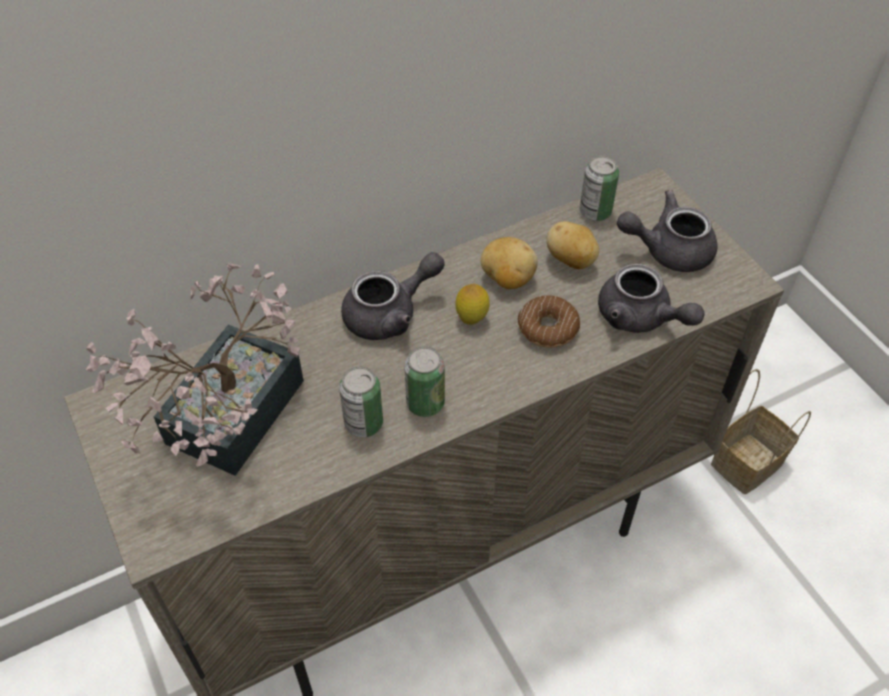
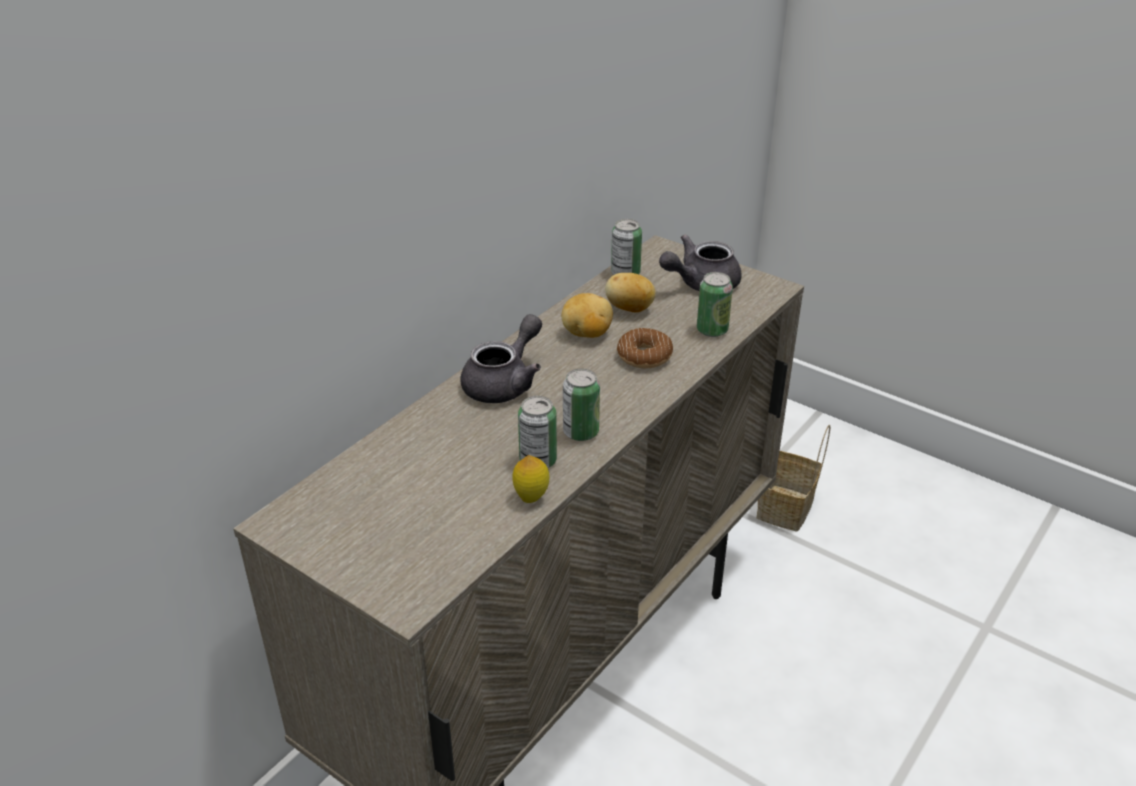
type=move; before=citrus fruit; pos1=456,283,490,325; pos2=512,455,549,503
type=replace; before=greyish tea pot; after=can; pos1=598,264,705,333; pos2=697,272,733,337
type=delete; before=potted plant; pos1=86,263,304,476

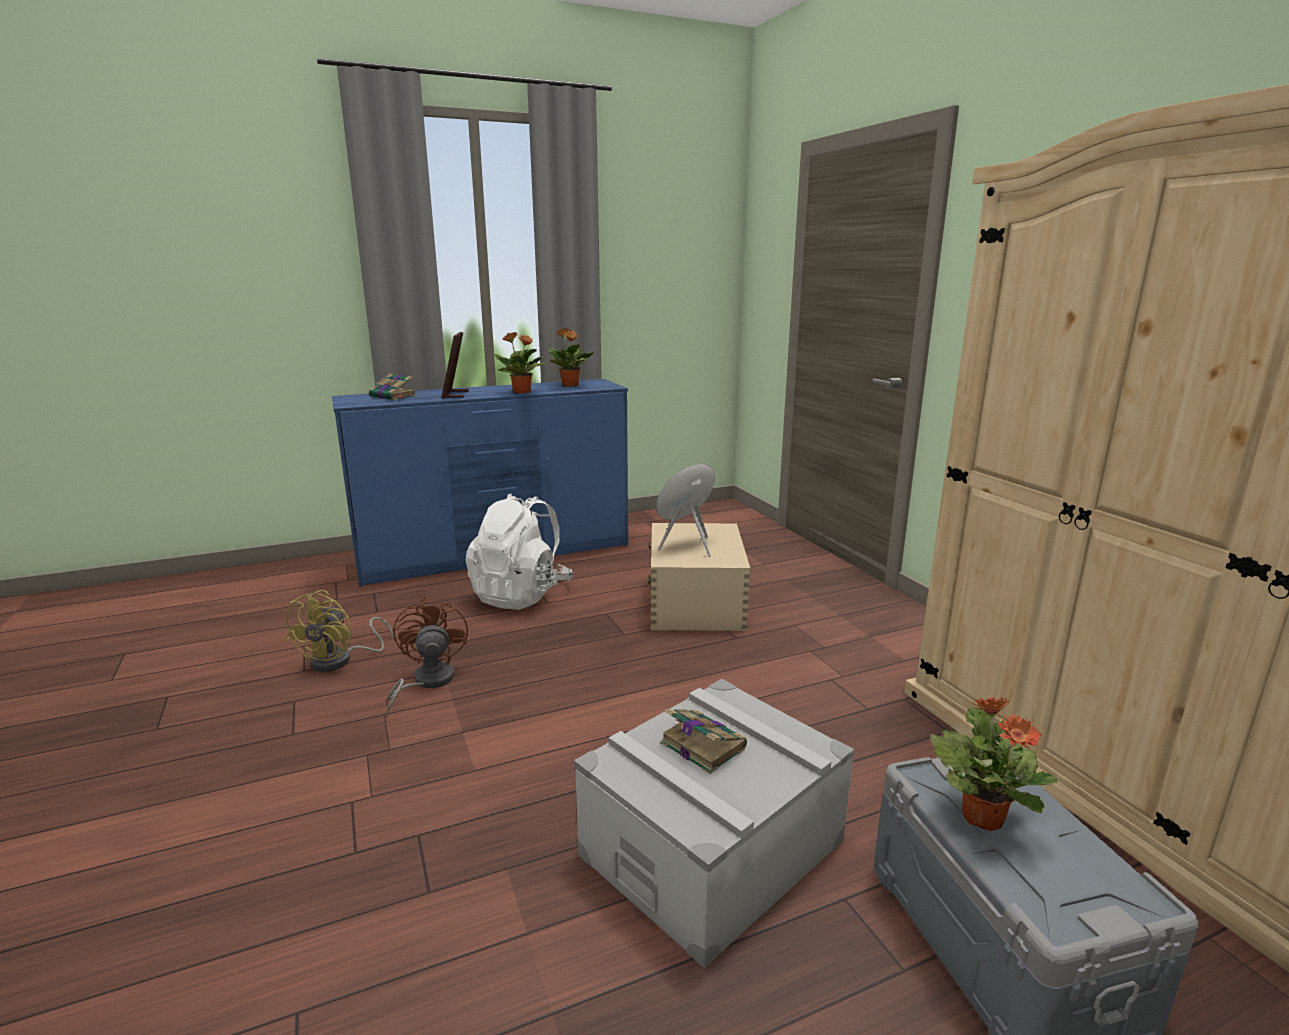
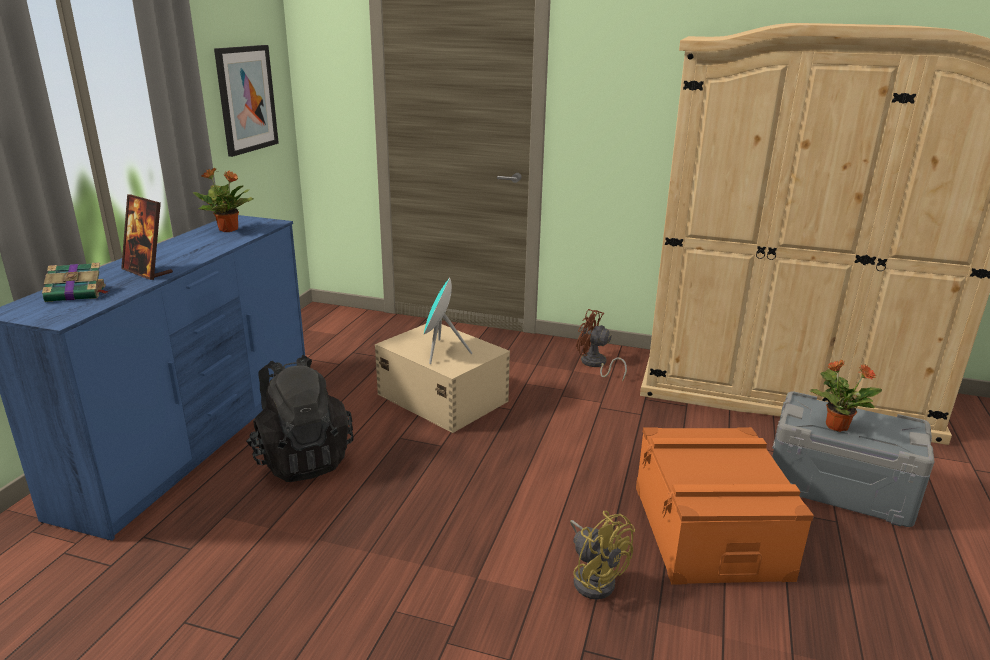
type=insert; after=wall picture; pos2=214,45,279,157
type=recolor; before=white-coloured backpack; after=blackish backpack; pos1=465,493,573,610; pos2=246,355,354,482
type=move; before=yellow cooling fan; pos1=285,590,393,672; pos2=570,511,635,600
type=move; before=brown cooling fan; pos1=386,596,468,717; pos2=576,309,627,382
type=recolor; before=greyish storage bin; after=orange-coloured storage bin; pos1=574,679,854,969; pos2=636,427,814,585
type=delete; before=potted plant; pos1=494,332,545,394
type=delete; before=volume; pos1=660,709,747,774

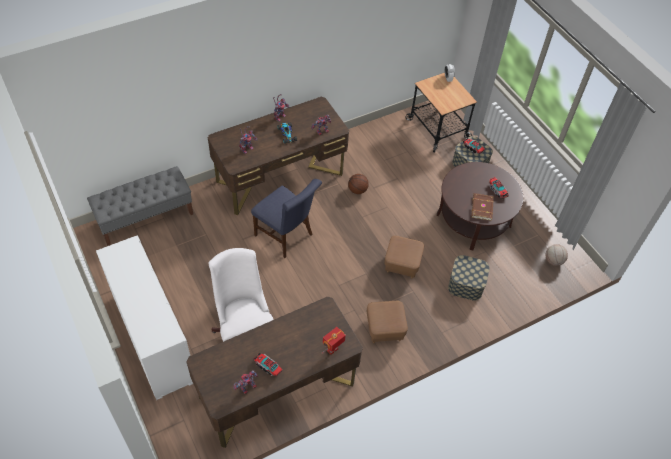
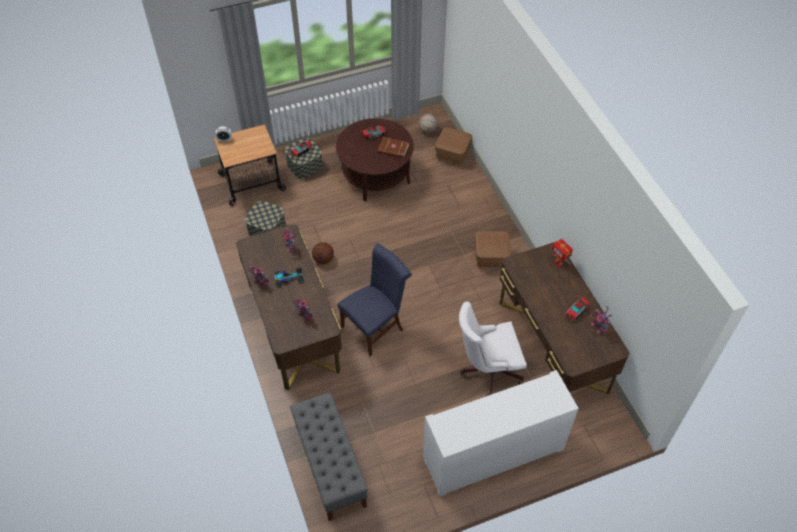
type=move; before=storage bin; pos1=448,255,490,301; pos2=245,201,286,236
type=move; before=brown ottoman; pos1=384,236,424,278; pos2=435,127,472,166

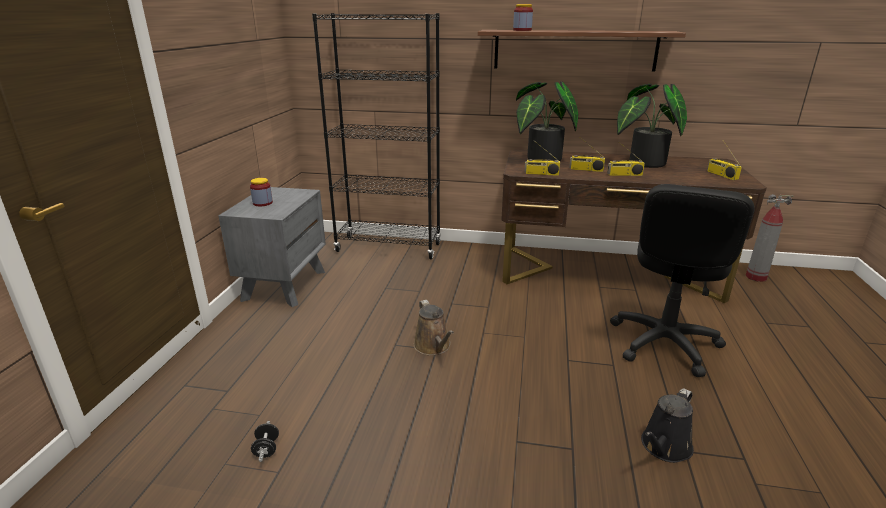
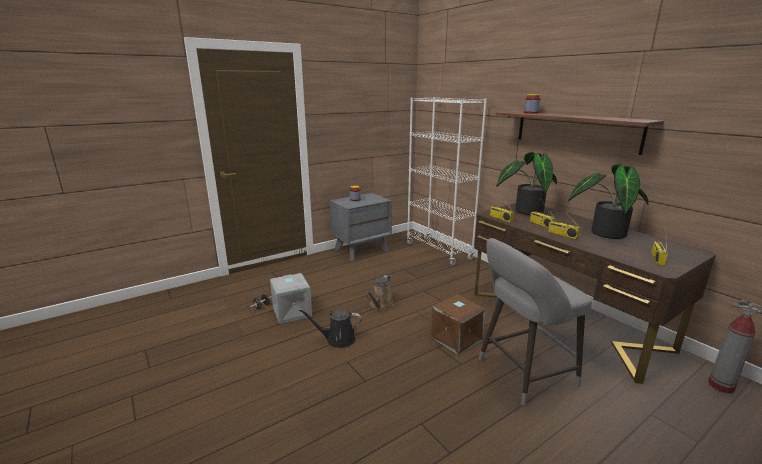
type=insert; after=greyish storage bin; pos2=270,273,312,324
type=move; before=blackish watering can; pos1=641,388,694,463; pos2=299,309,362,348
type=recolor; before=blackish shelving unit; after=white-coloured shelving unit; pos1=312,13,441,260; pos2=407,97,487,265
type=insert; after=brown storage bin; pos2=431,295,486,355
type=replace; before=blackish office chair; after=greyish stool; pos1=610,184,755,377; pos2=478,238,592,406

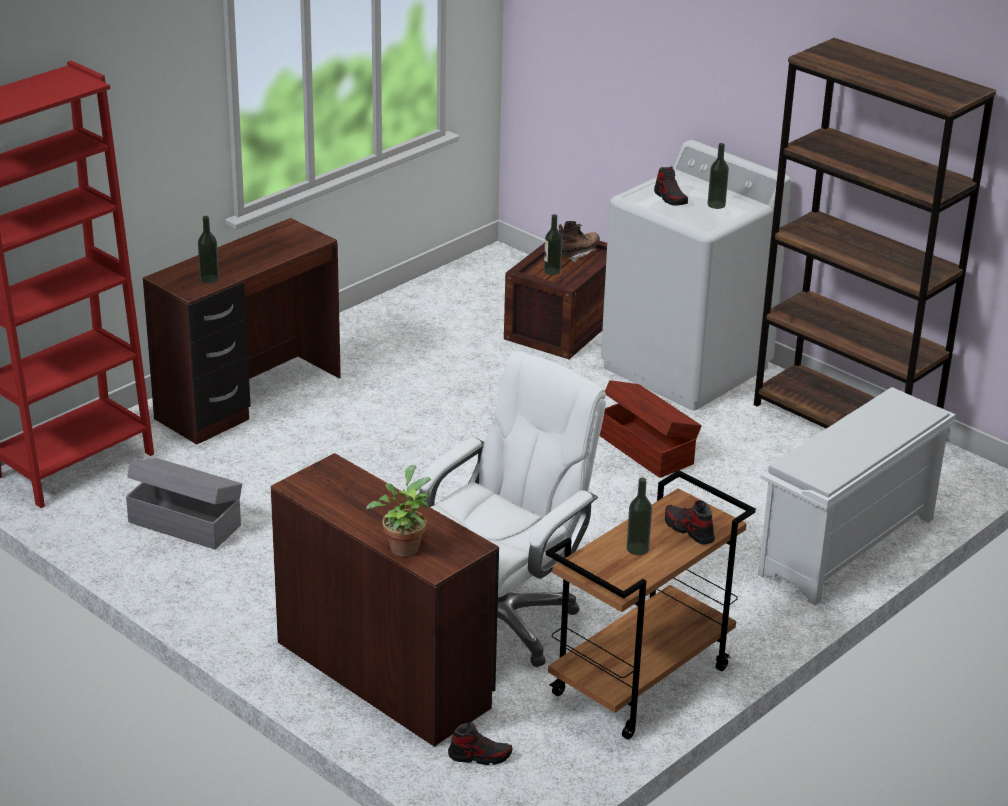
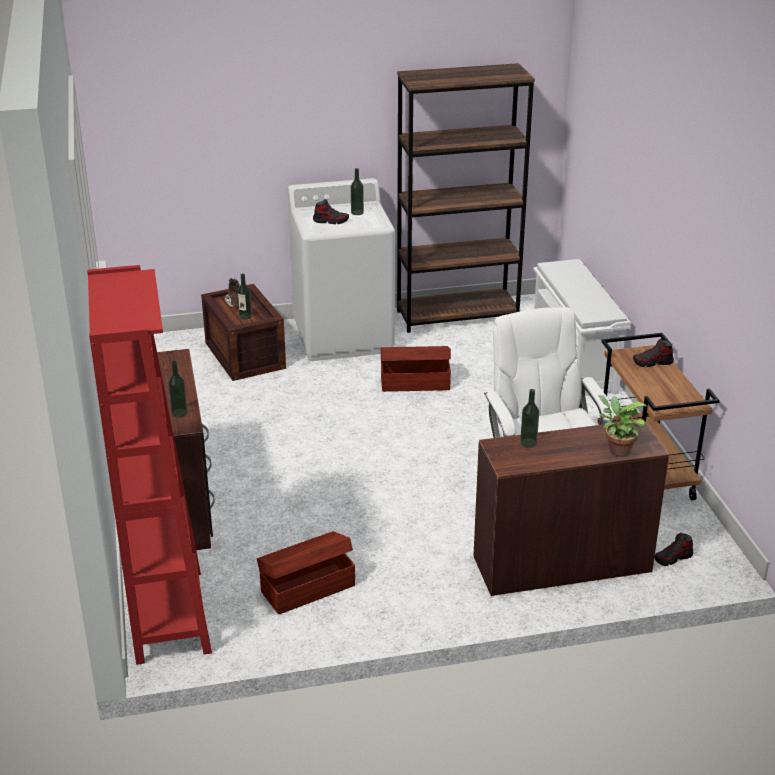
type=recolor; before=greyish storage bin; after=brown storage bin; pos1=126,458,242,549; pos2=257,531,355,615
type=move; before=beverage bottle; pos1=626,478,652,555; pos2=520,389,539,448
type=rotate; before=low shoe; pos1=448,722,512,765; pos2=654,533,693,566; turn=-150

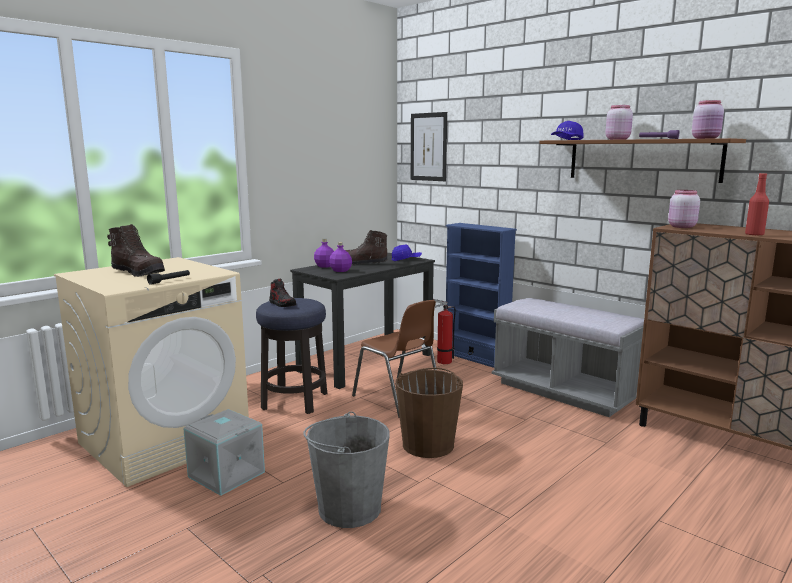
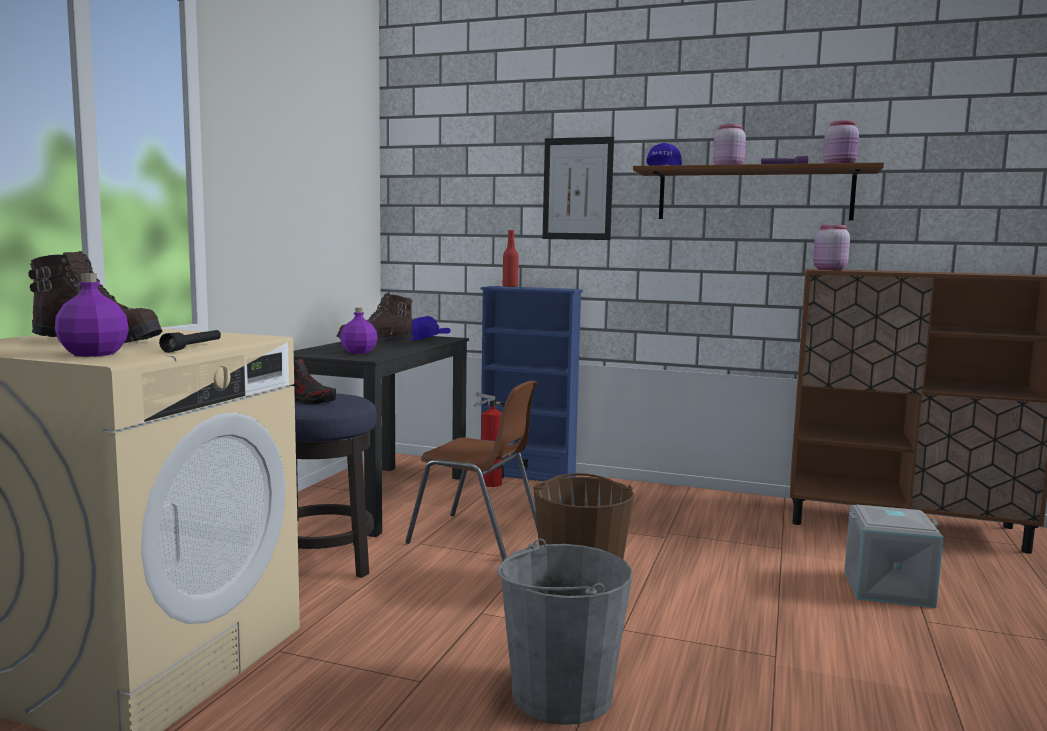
type=move; before=purplish beverage bottle; pos1=314,239,334,268; pos2=55,273,129,357
type=move; before=red beverage bottle; pos1=745,173,769,236; pos2=503,230,519,287
type=move; before=wall picture; pos1=411,112,447,181; pos2=543,137,614,240
type=move; before=greyish storage bin; pos1=183,409,265,496; pos2=844,505,943,608
type=delete; before=greyish indoor bench; pos1=492,298,644,417

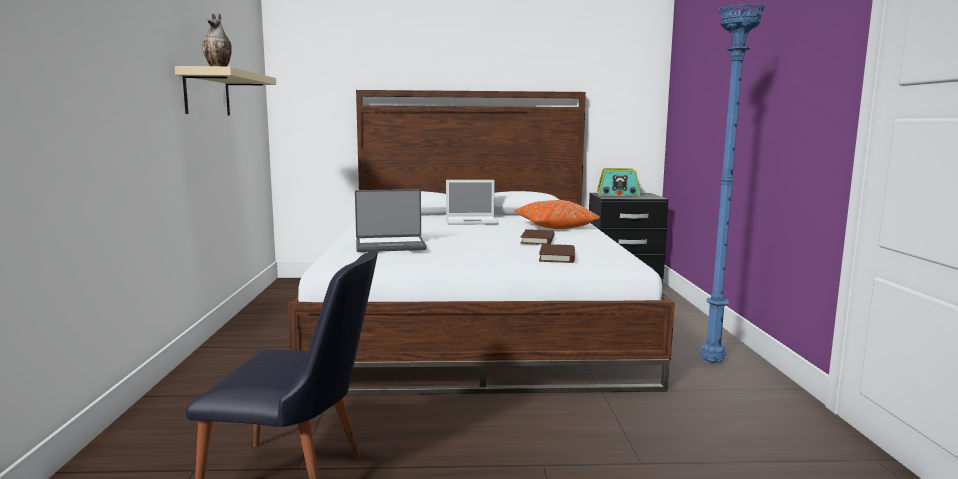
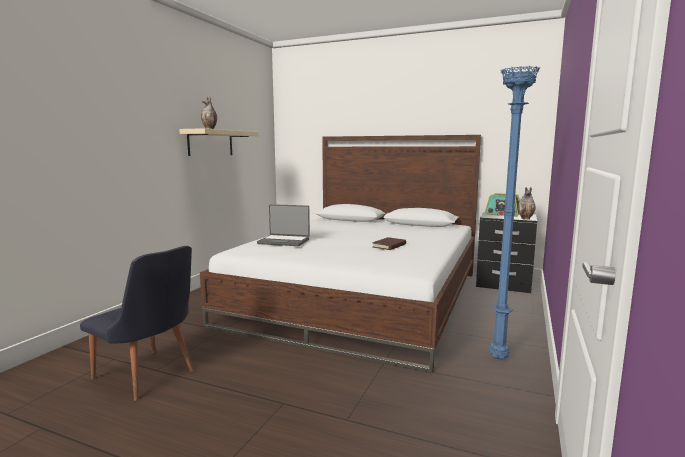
type=insert; after=decorative vase; pos2=518,187,536,220
type=delete; before=notebook computer; pos1=446,180,499,225
type=delete; before=orange-coloured pillow; pos1=514,200,600,229
type=delete; before=brown volume; pos1=539,244,575,263

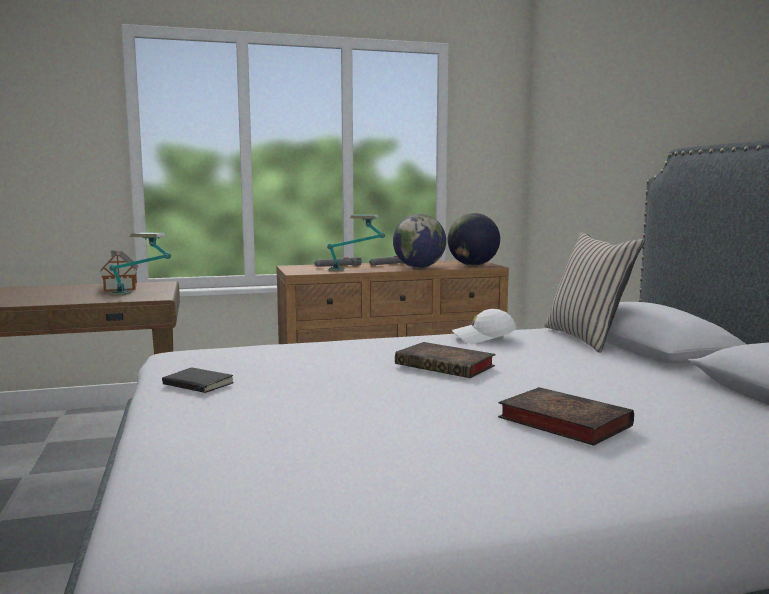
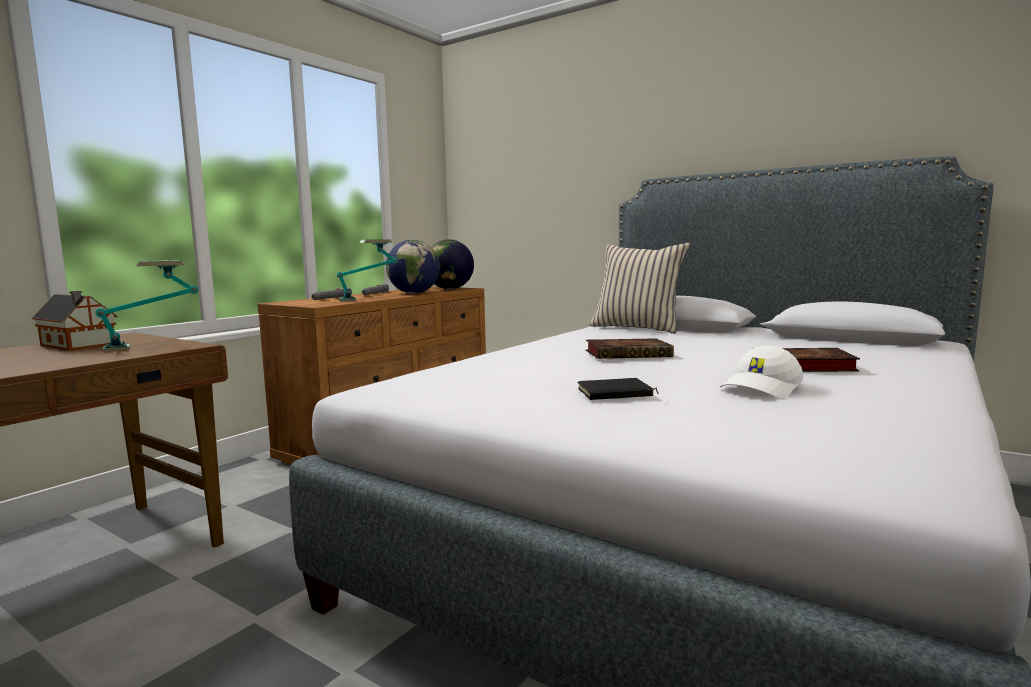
type=move; before=blackish volume; pos1=162,368,234,393; pos2=578,378,659,400
type=move; before=white-coloured peaked cap; pos1=452,309,517,344; pos2=720,346,803,398

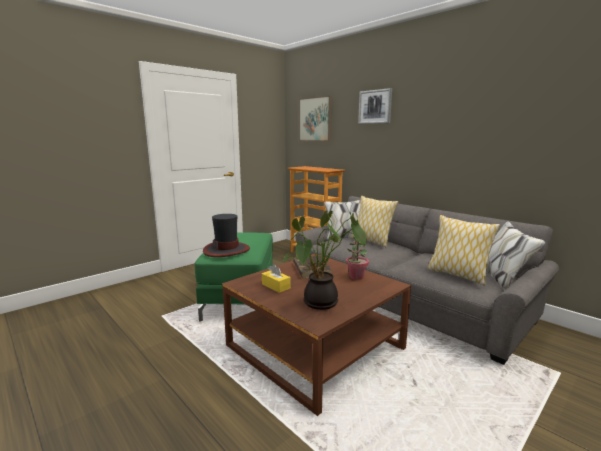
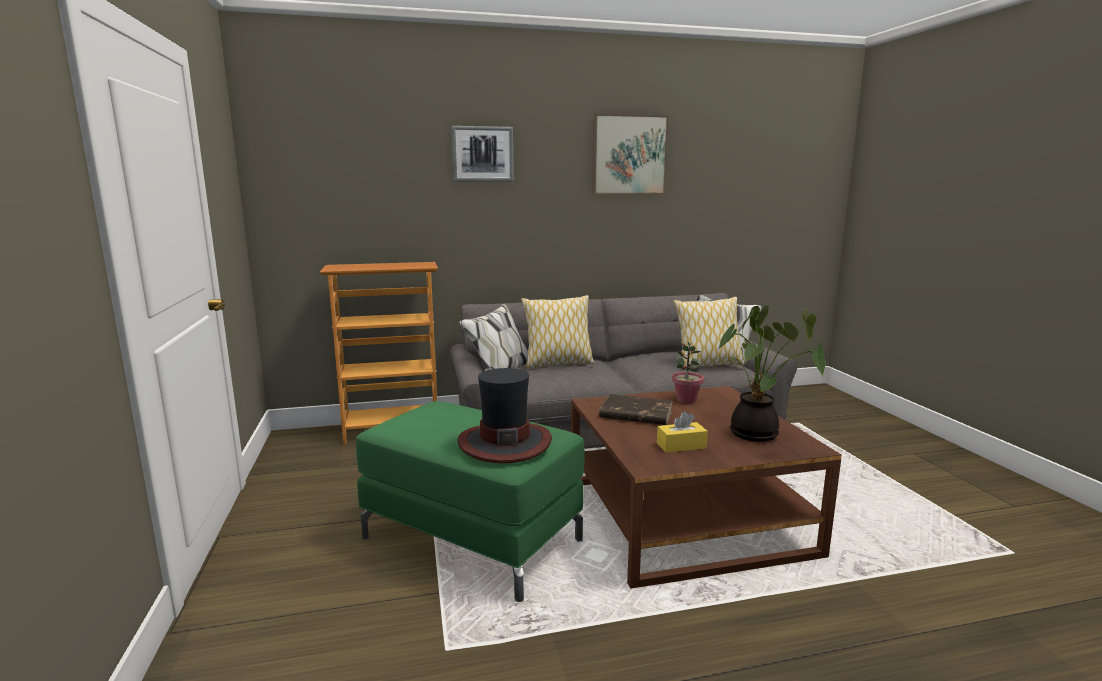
type=move; before=wall picture; pos1=299,95,332,141; pos2=592,114,669,195

